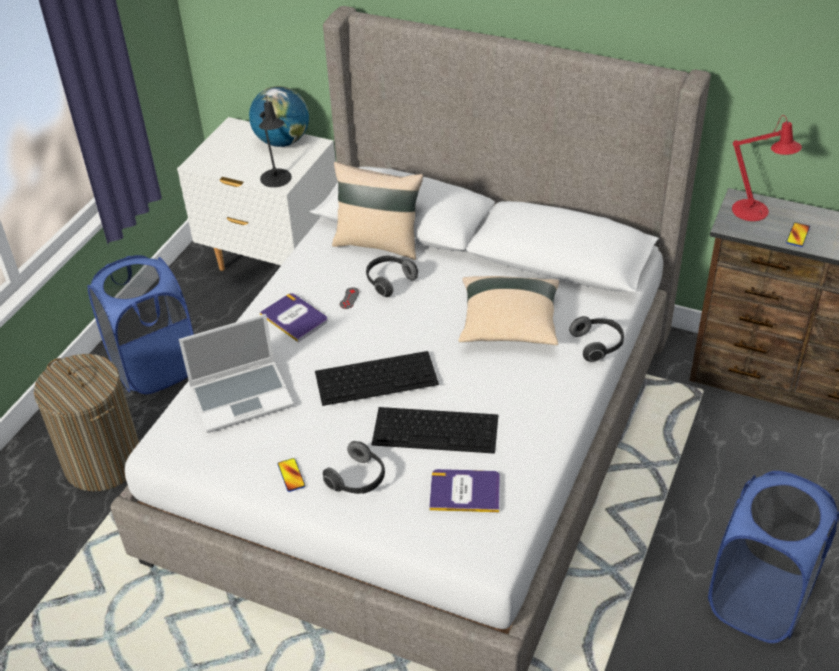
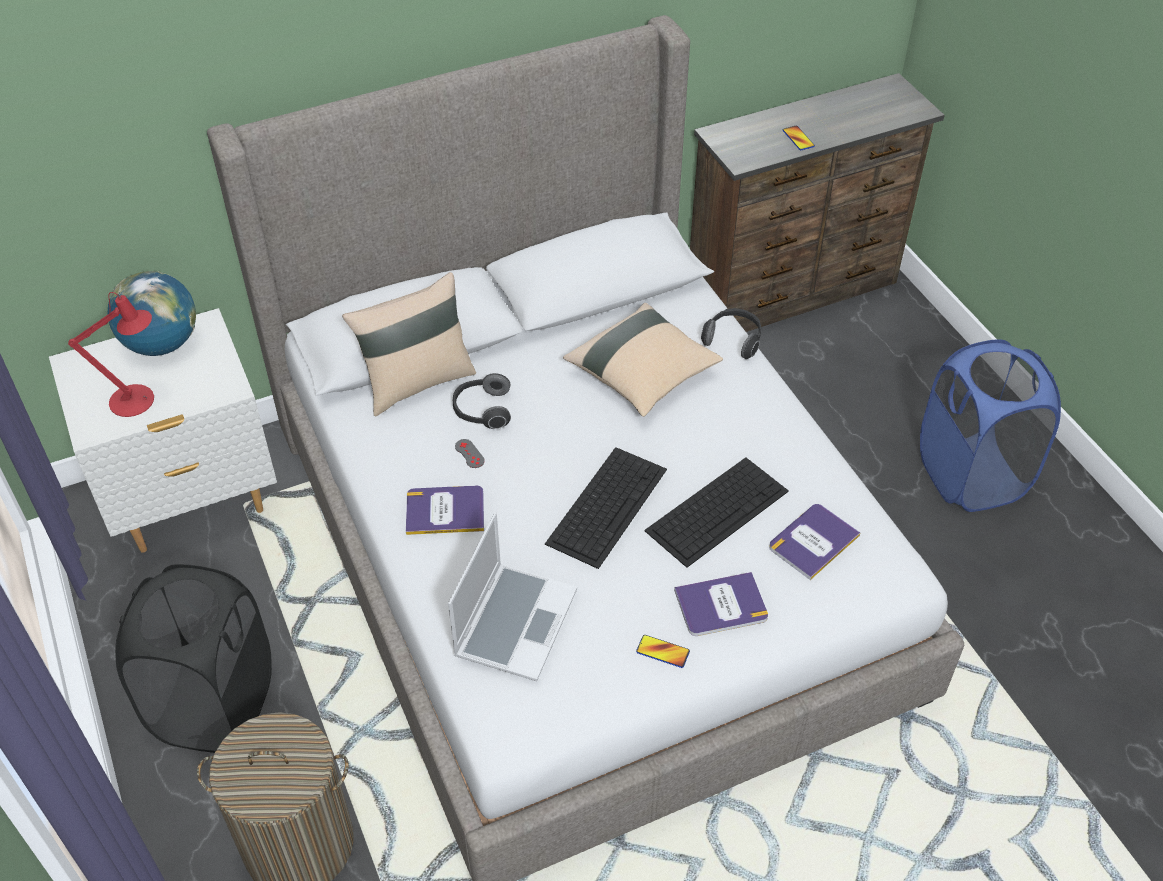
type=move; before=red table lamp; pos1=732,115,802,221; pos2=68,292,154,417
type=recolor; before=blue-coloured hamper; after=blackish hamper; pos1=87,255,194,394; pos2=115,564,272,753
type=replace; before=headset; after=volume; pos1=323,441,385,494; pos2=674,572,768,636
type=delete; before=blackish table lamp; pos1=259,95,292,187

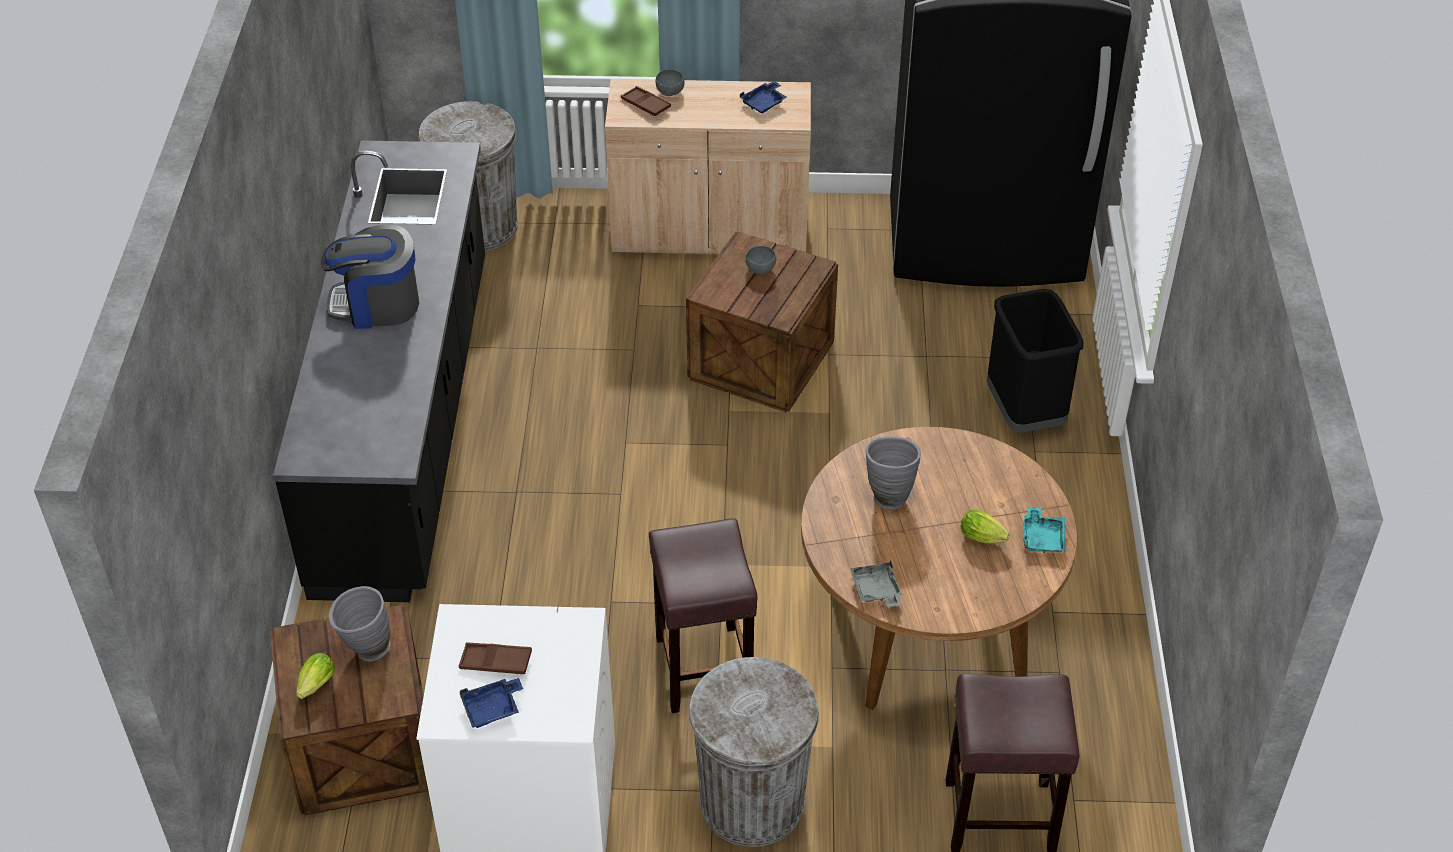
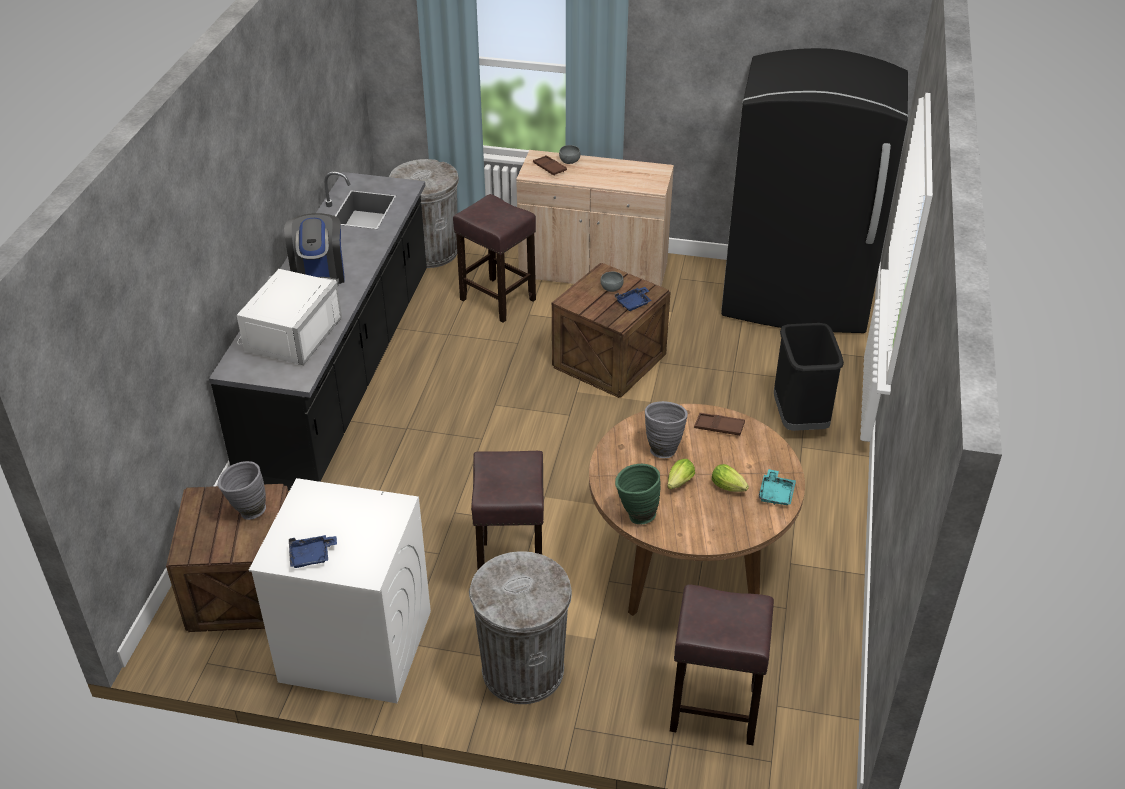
type=insert; after=white-coloured kitchen microwave; pos2=237,269,342,365
type=rotate; before=coffee machine; pos1=321,225,419,329; pos2=284,213,344,285; turn=-105
type=insert; after=brown stool; pos2=453,194,536,323
type=move; before=blue-coloured carrying tray; pos1=740,81,787,113; pos2=615,287,652,311
type=replace; before=greyish carrying tray; after=green decorative vase; pos1=850,560,902,607; pos2=615,464,661,524
type=move; before=lettuce; pos1=296,653,335,699; pos2=667,459,695,489
type=move; before=brown carrying tray; pos1=459,642,532,674; pos2=694,413,745,435

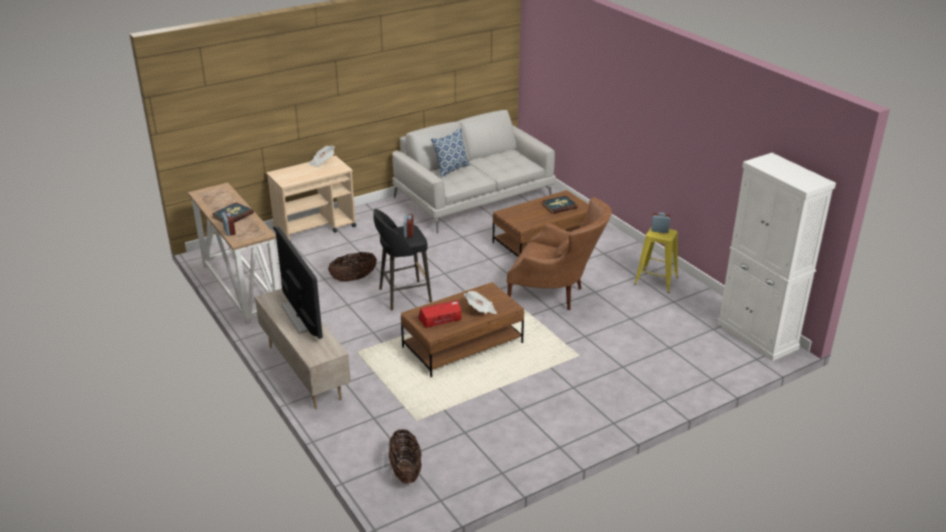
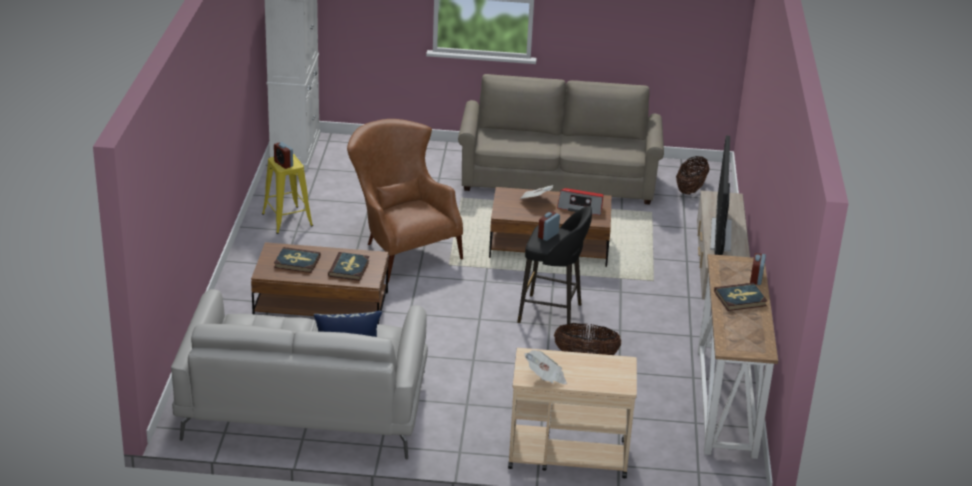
type=insert; after=volume; pos2=328,252,369,281
type=insert; after=beige couch; pos2=458,74,664,205

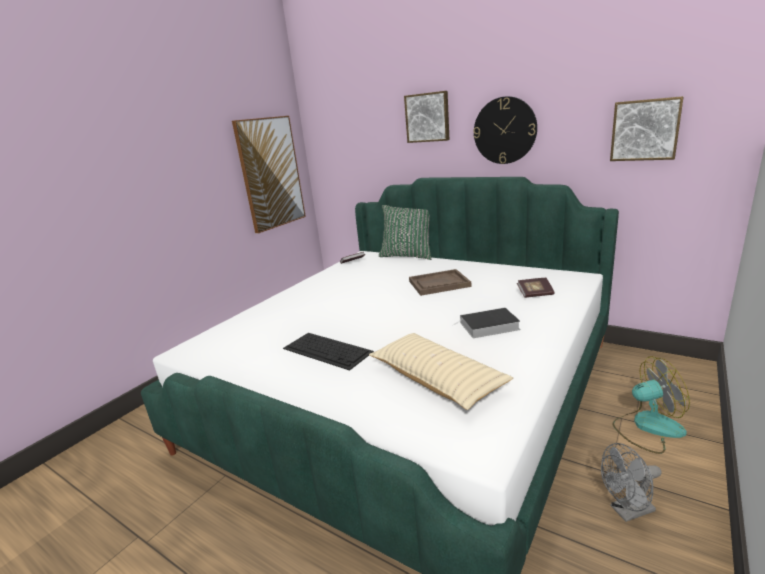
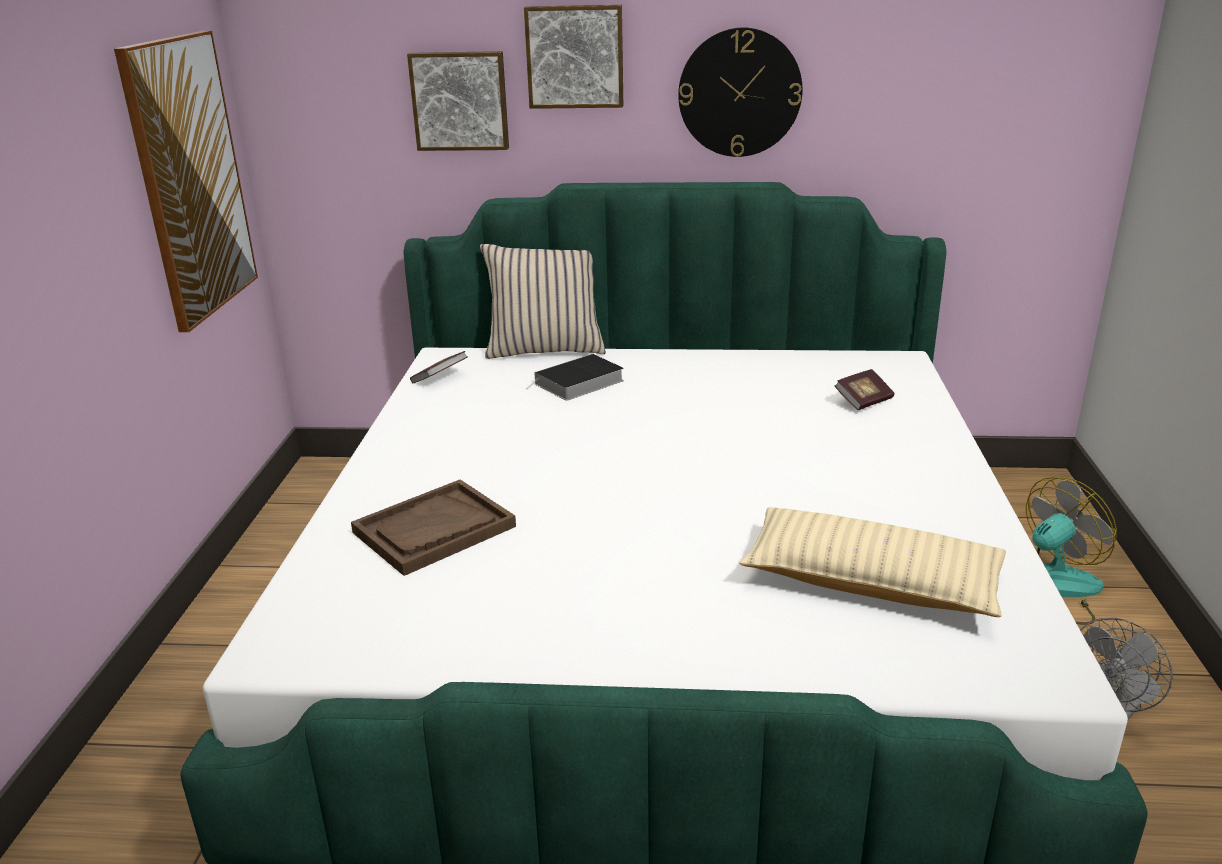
type=move; before=brown carrying tray; pos1=409,269,471,296; pos2=351,480,516,576
type=move; before=wall picture; pos1=610,96,684,161; pos2=407,51,509,151
type=recolor; before=green pillow; after=beige pillow; pos1=379,205,431,260; pos2=480,244,606,359
type=move; before=volume; pos1=453,308,520,338; pos2=526,354,624,401
type=delete; before=computer keyboard; pos1=283,333,374,370

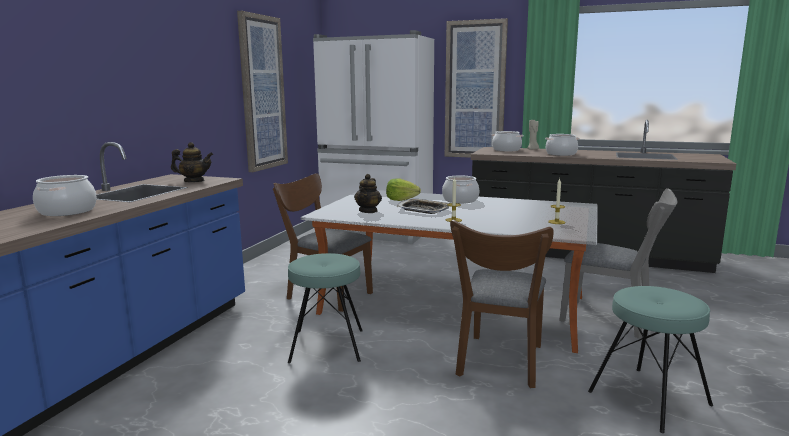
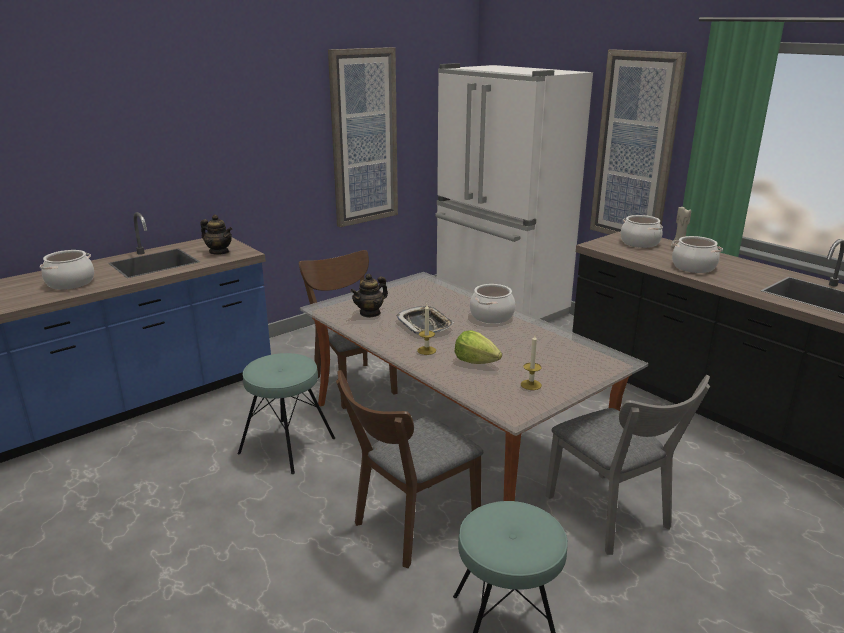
type=move; before=lettuce; pos1=386,179,421,201; pos2=454,330,502,364

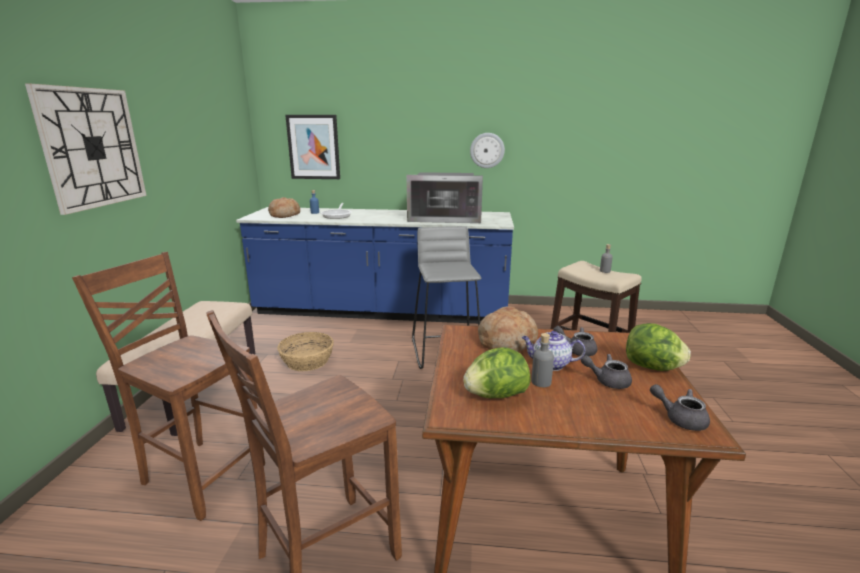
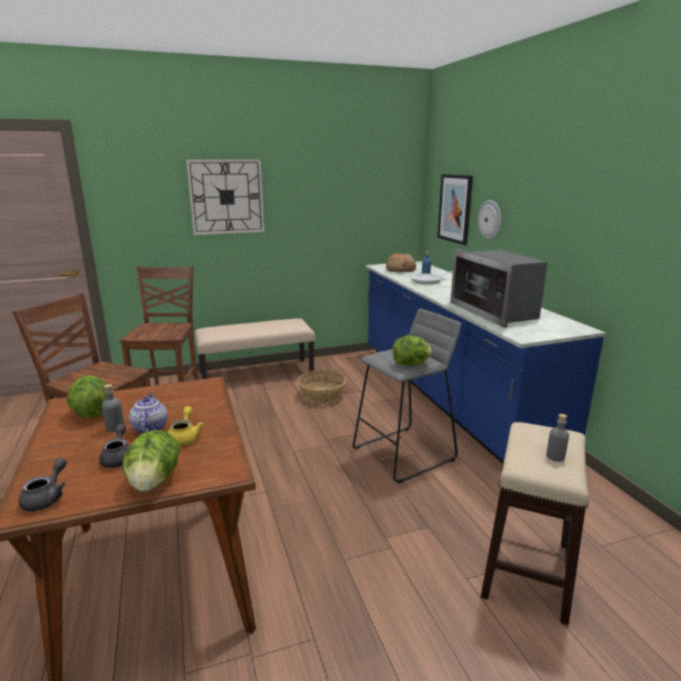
type=recolor; before=greyish tea pot; after=yellow tea pot; pos1=553,326,597,356; pos2=168,406,204,446
type=insert; after=lettuce; pos2=393,335,432,366
type=move; before=clock on the wall; pos1=470,133,505,168; pos2=478,200,501,240
type=delete; before=baked bread; pos1=478,307,538,352

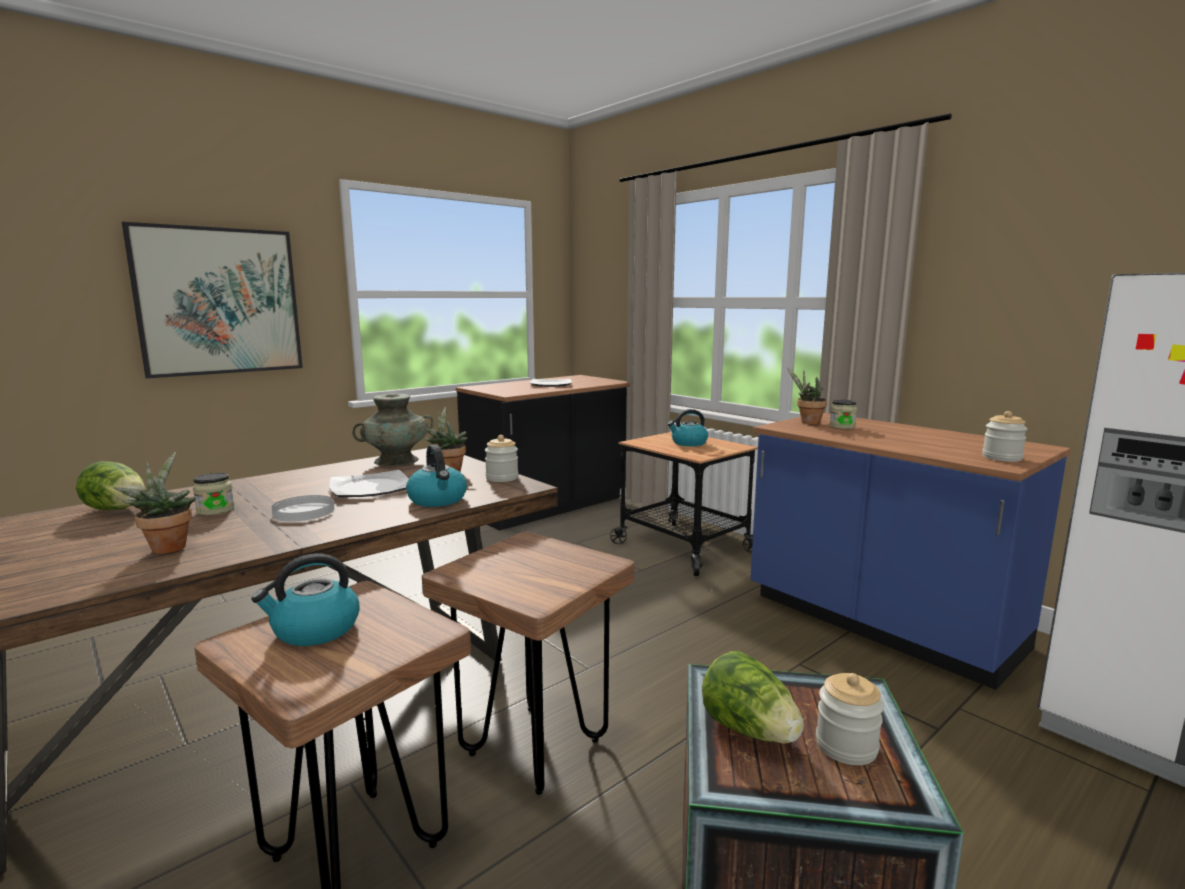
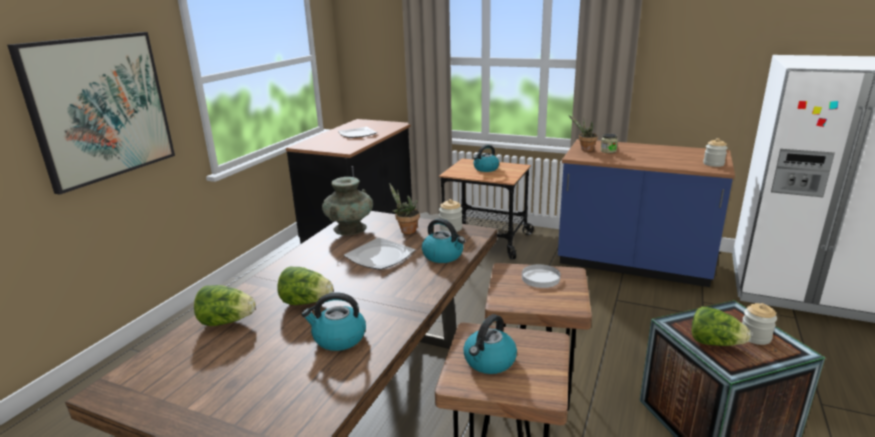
type=replace; before=jar; after=lettuce; pos1=193,473,234,516; pos2=277,267,333,305
type=replace; before=potted plant; after=tea kettle; pos1=114,452,196,554; pos2=301,292,366,351
type=move; before=white-coloured plate; pos1=271,495,334,522; pos2=522,264,560,288

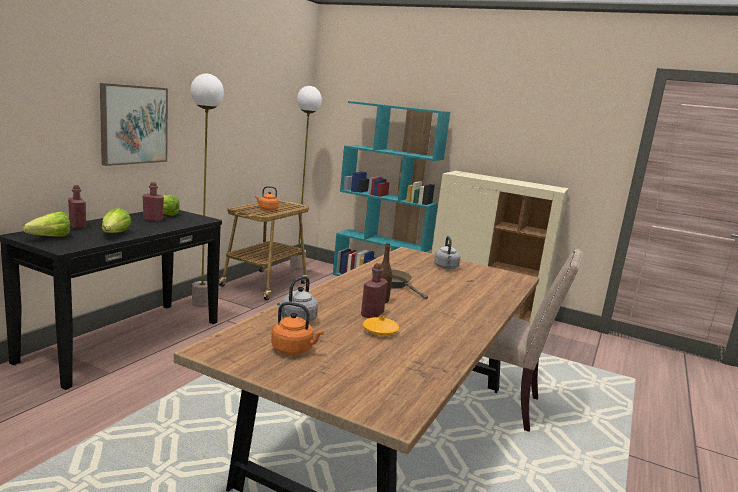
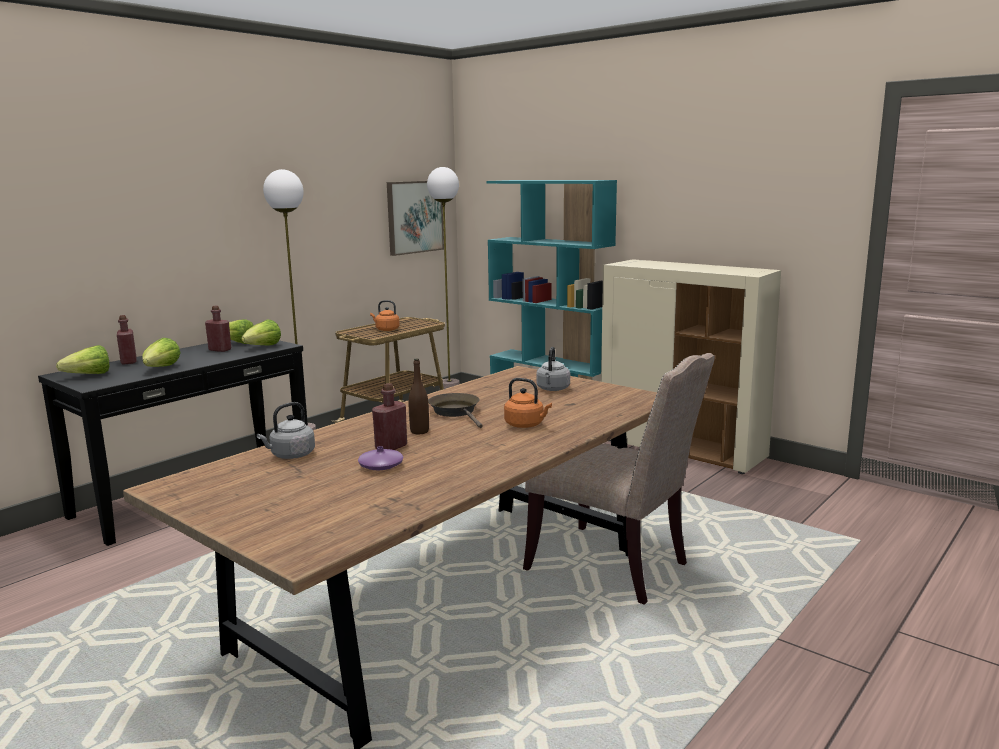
type=insert; after=lettuce; pos2=241,320,281,345
type=recolor; before=orange-coloured decorative vase; after=purplish decorative vase; pos1=363,316,399,336; pos2=358,446,403,470
type=move; before=wall picture; pos1=100,83,168,166; pos2=387,181,444,256
type=move; before=orange-coloured tea kettle; pos1=271,302,324,355; pos2=504,378,552,428

